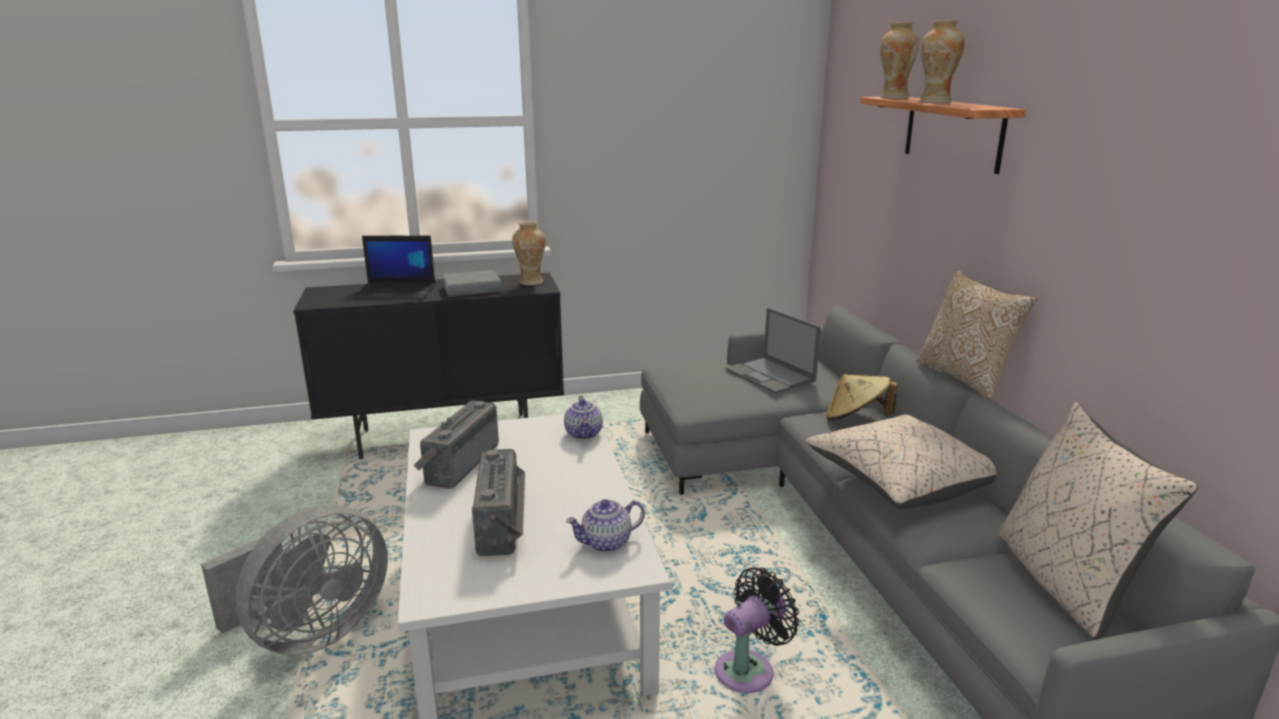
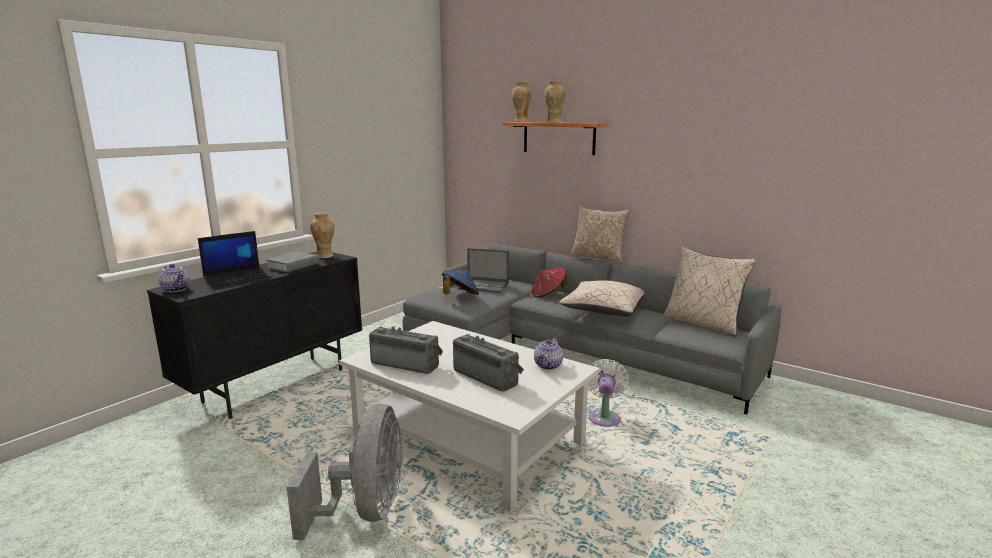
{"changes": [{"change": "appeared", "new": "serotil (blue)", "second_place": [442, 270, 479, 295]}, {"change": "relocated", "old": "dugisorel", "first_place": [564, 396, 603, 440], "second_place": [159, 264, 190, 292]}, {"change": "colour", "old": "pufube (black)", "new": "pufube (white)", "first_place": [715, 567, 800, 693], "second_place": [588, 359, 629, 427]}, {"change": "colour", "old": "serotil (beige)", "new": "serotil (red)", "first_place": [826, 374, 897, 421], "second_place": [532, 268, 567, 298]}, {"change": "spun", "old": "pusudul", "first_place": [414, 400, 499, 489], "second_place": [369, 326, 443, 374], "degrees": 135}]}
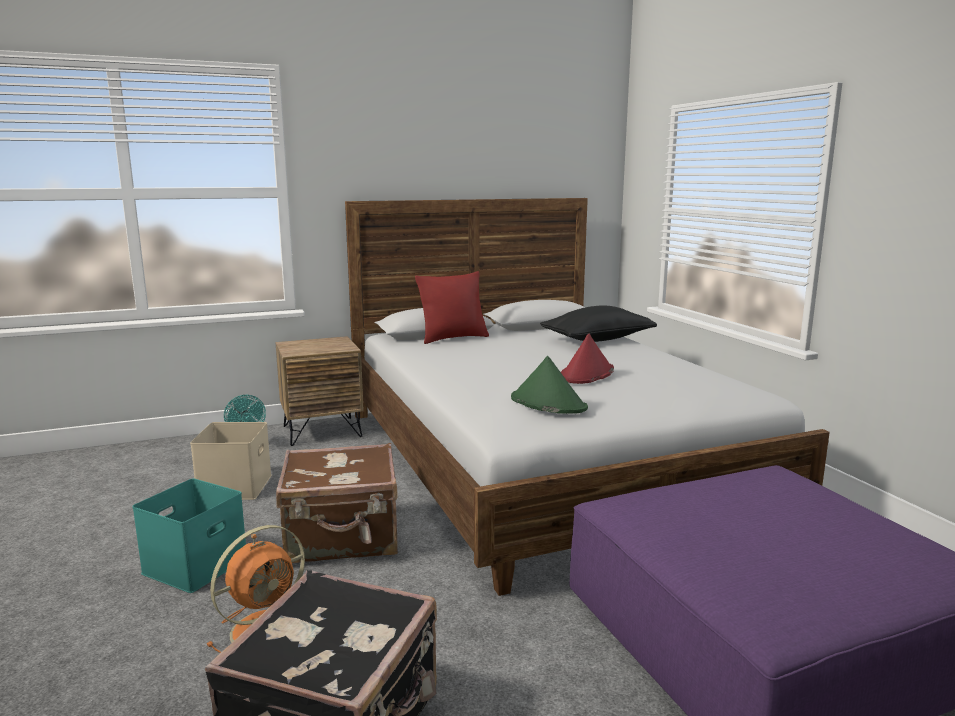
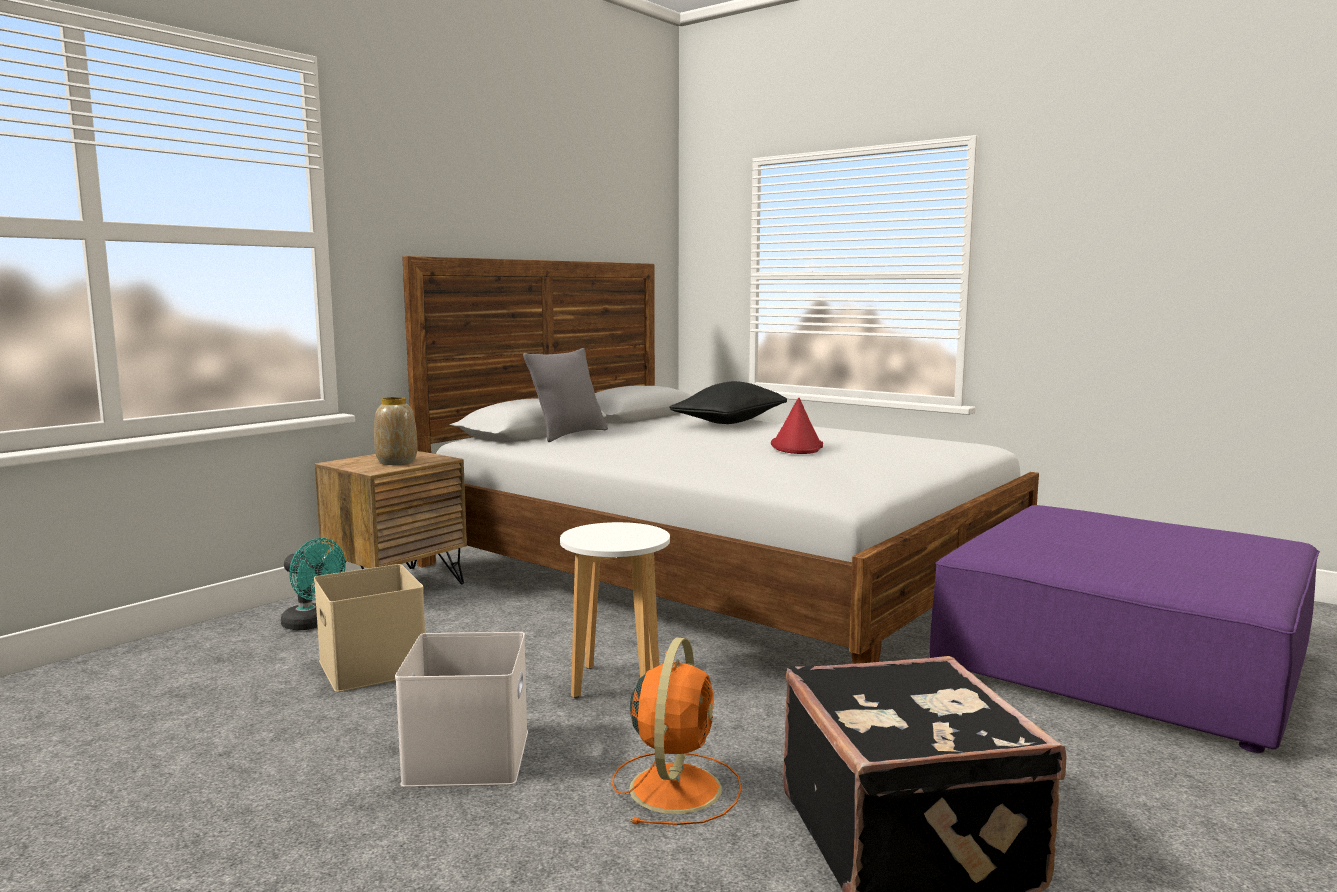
{"changes": [{"change": "missing", "old": "serotil (green)", "first_place": [511, 356, 588, 414]}, {"change": "appeared", "new": "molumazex", "second_place": [374, 397, 417, 465]}, {"change": "exchanged", "old": "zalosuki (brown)", "new": "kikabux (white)", "first_place": [276, 443, 398, 564], "second_place": [560, 522, 670, 698]}, {"change": "colour", "old": "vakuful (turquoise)", "new": "vakuful (white)", "first_place": [132, 478, 246, 593], "second_place": [395, 632, 528, 787]}, {"change": "colour", "old": "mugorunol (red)", "new": "mugorunol (grey)", "first_place": [415, 271, 489, 344], "second_place": [523, 348, 608, 442]}]}
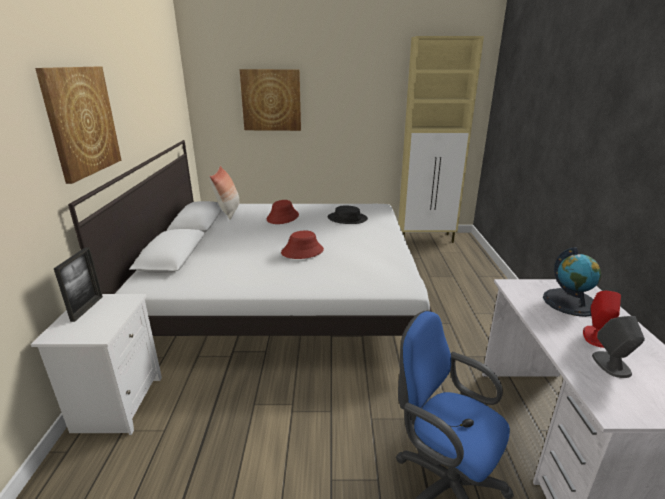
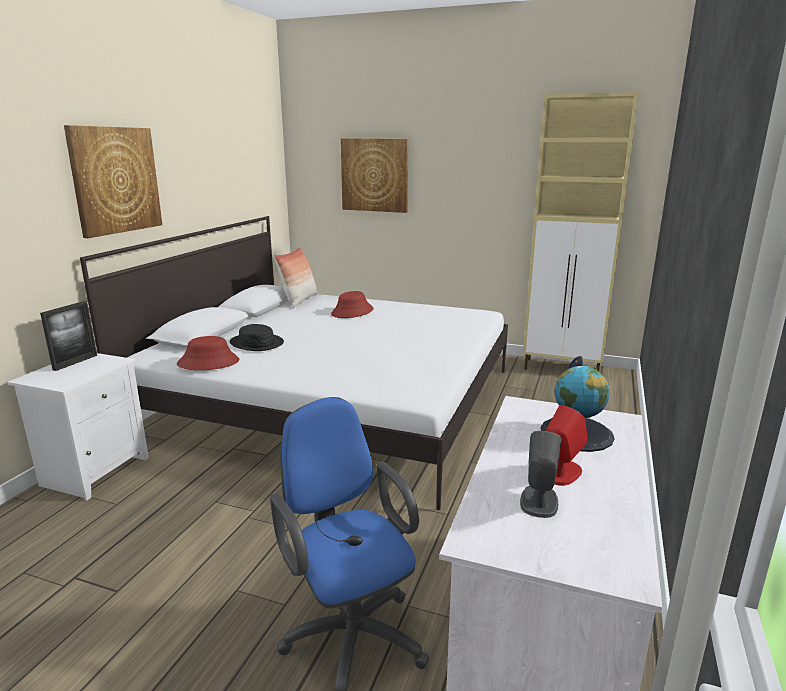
{"changes": [{"change": "relocated", "old": "serotil (red)", "first_place": [281, 231, 324, 259], "second_place": [177, 336, 240, 370]}, {"change": "relocated", "old": "serotil (black)", "first_place": [328, 205, 368, 224], "second_place": [230, 324, 284, 351]}]}
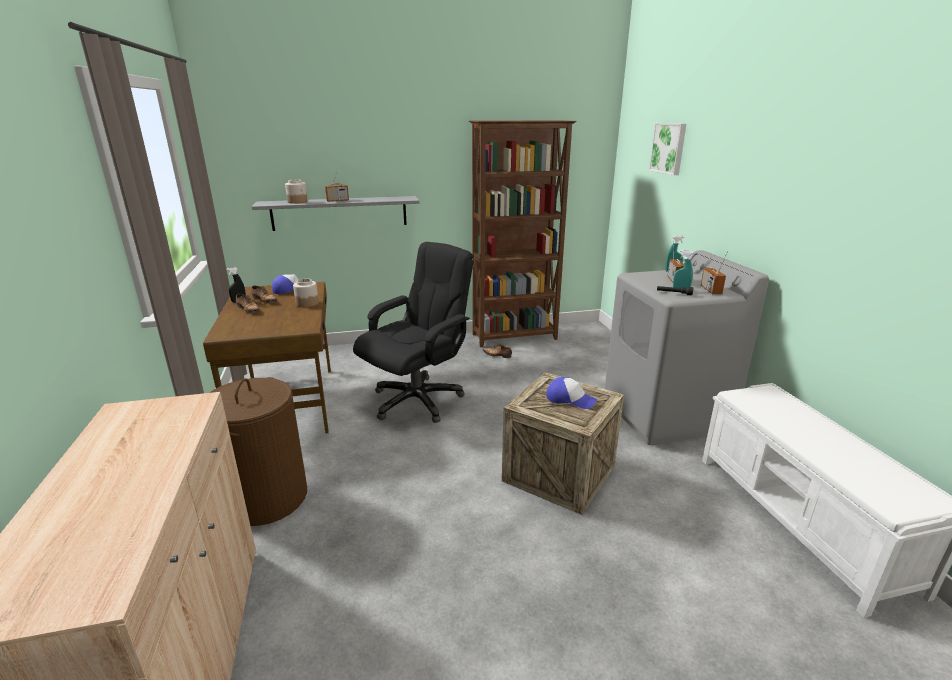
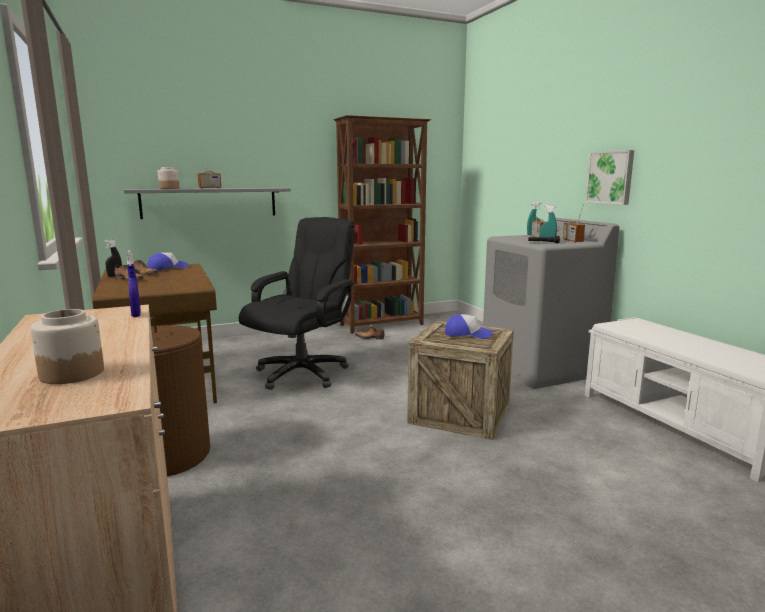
{"changes": [{"change": "appeared", "new": "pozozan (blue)", "second_place": [127, 250, 141, 317]}, {"change": "relocated", "old": "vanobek", "first_place": [293, 278, 319, 307], "second_place": [30, 309, 104, 384]}, {"change": "relocated", "old": "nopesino", "first_place": [649, 123, 686, 175], "second_place": [585, 150, 634, 205]}]}
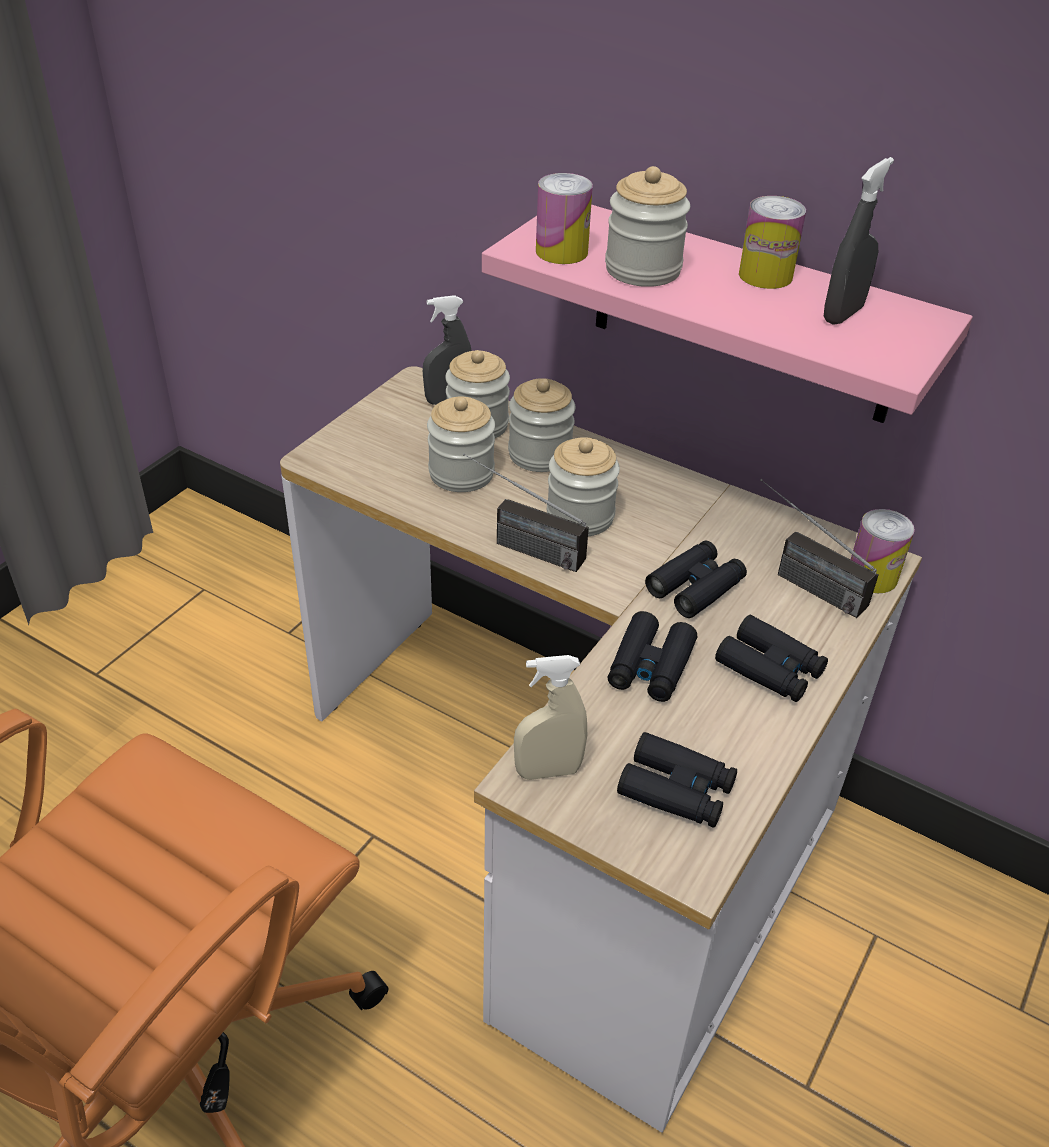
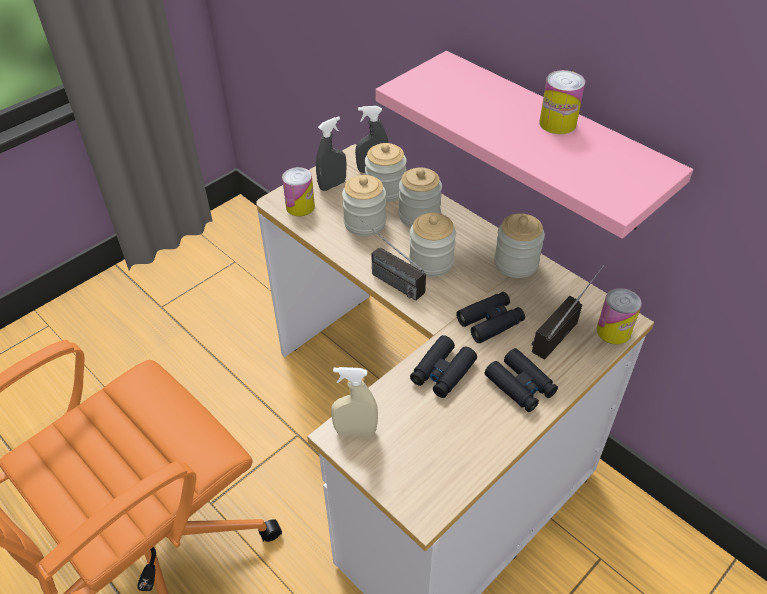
{"changes": [{"change": "missing", "old": "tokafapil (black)", "first_place": [617, 732, 737, 828]}, {"change": "relocated", "old": "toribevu", "first_place": [536, 173, 593, 264], "second_place": [282, 167, 315, 216]}, {"change": "relocated", "old": "vanobek", "first_place": [605, 166, 690, 287], "second_place": [494, 213, 545, 278]}, {"change": "relocated", "old": "pozozan (grey)", "first_place": [824, 157, 894, 325], "second_place": [316, 116, 347, 191]}, {"change": "spun", "old": "pusudul", "first_place": [760, 479, 878, 618], "second_place": [531, 266, 604, 359], "degrees": 75}]}
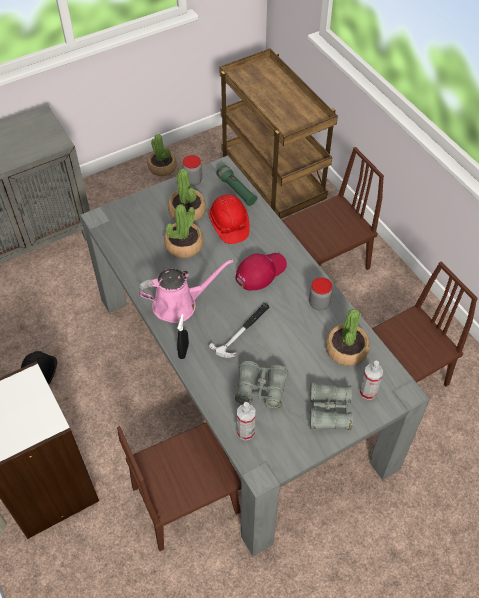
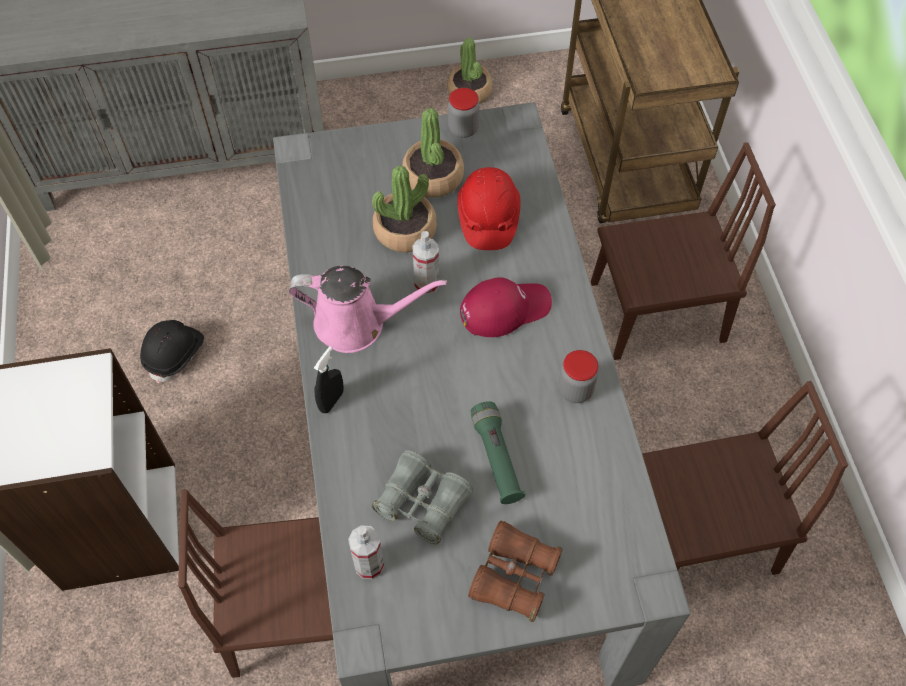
{"changes": [{"change": "missing", "old": "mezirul", "first_place": [209, 303, 269, 358]}, {"change": "missing", "old": "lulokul", "first_place": [325, 309, 370, 366]}, {"change": "relocated", "old": "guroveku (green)", "first_place": [216, 165, 257, 206], "second_place": [470, 401, 526, 504]}, {"change": "relocated", "old": "pozozan", "first_place": [359, 361, 383, 400], "second_place": [412, 231, 439, 295]}, {"change": "colour", "old": "tokafapil (grey)", "new": "tokafapil (brown)", "first_place": [310, 382, 353, 430], "second_place": [468, 521, 563, 622]}]}
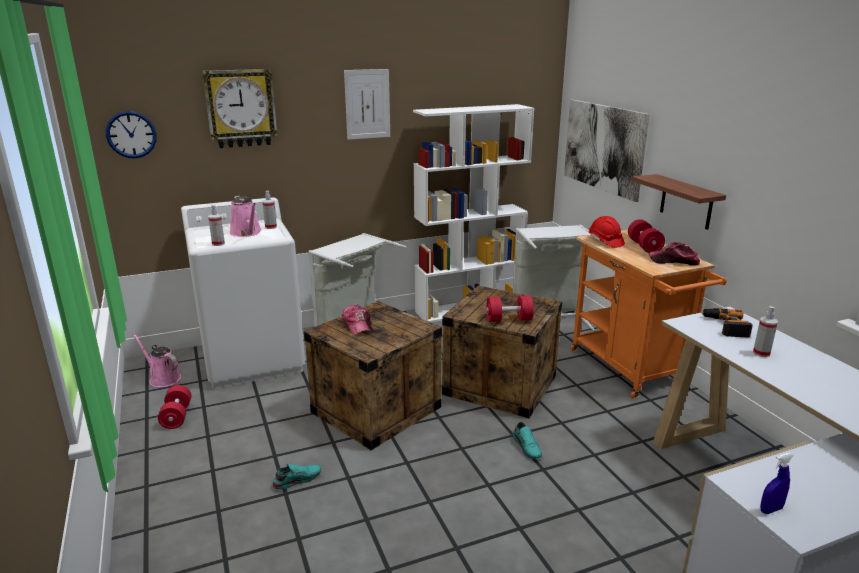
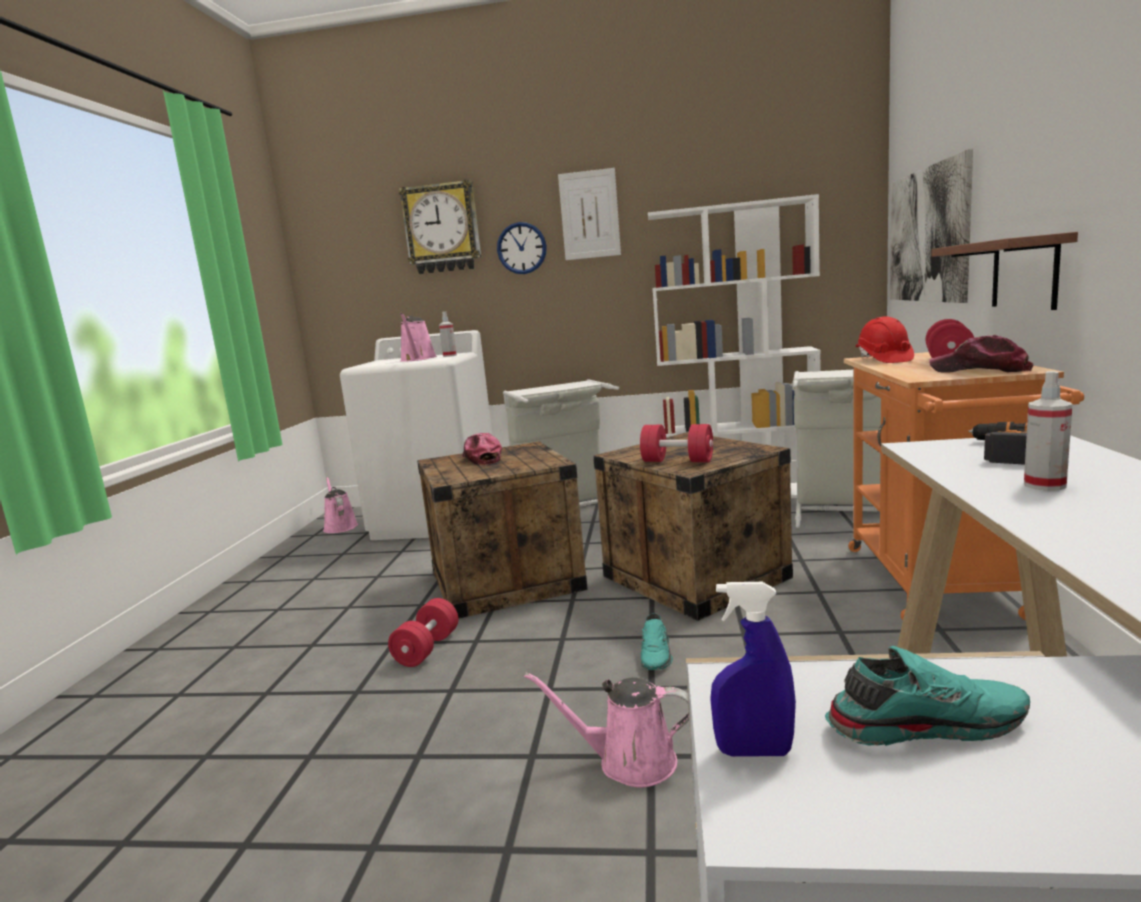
{"changes": [{"change": "missing", "old": "pozozan", "first_place": [208, 205, 225, 246]}, {"change": "appeared", "new": "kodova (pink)", "second_place": [524, 673, 689, 788]}, {"change": "relocated", "old": "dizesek", "first_place": [106, 111, 157, 158], "second_place": [497, 222, 547, 274]}, {"change": "relocated", "old": "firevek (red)", "first_place": [158, 385, 191, 429], "second_place": [388, 598, 458, 667]}, {"change": "relocated", "old": "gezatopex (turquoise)", "first_place": [272, 463, 321, 490], "second_place": [825, 646, 1030, 746]}, {"change": "spun", "old": "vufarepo", "first_place": [342, 304, 373, 335], "second_place": [462, 433, 502, 465], "degrees": 150}]}
